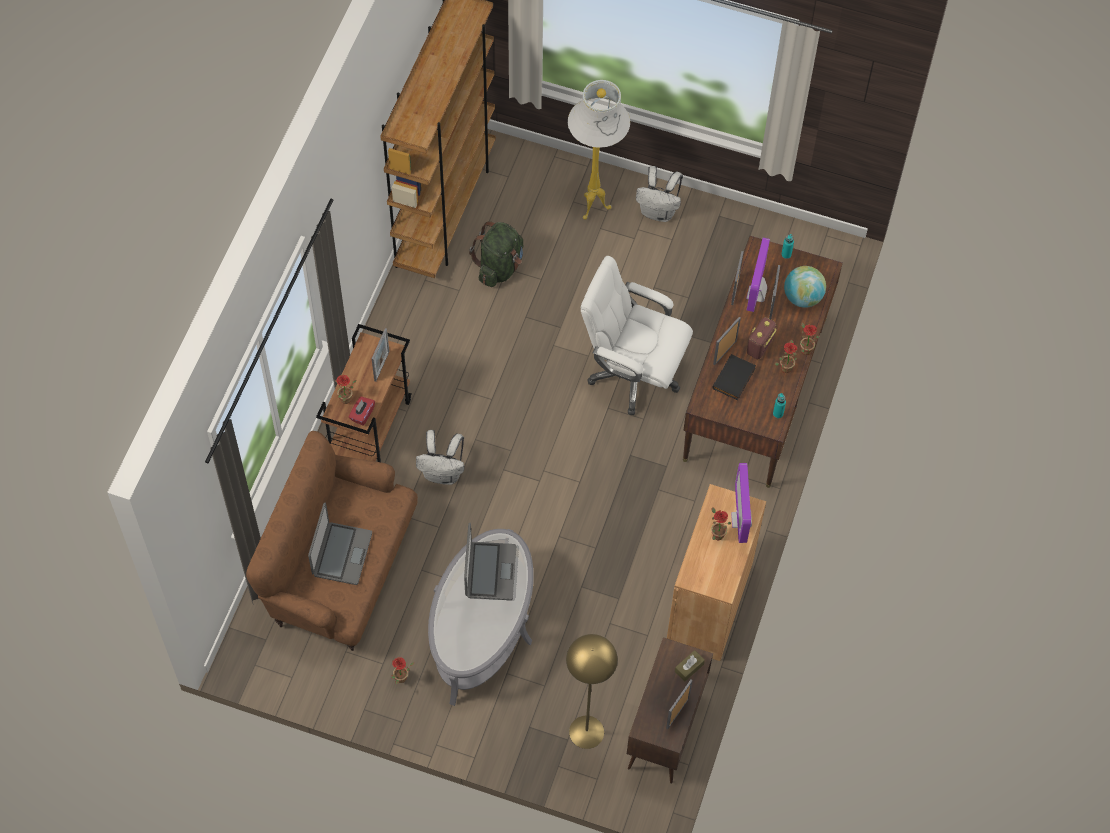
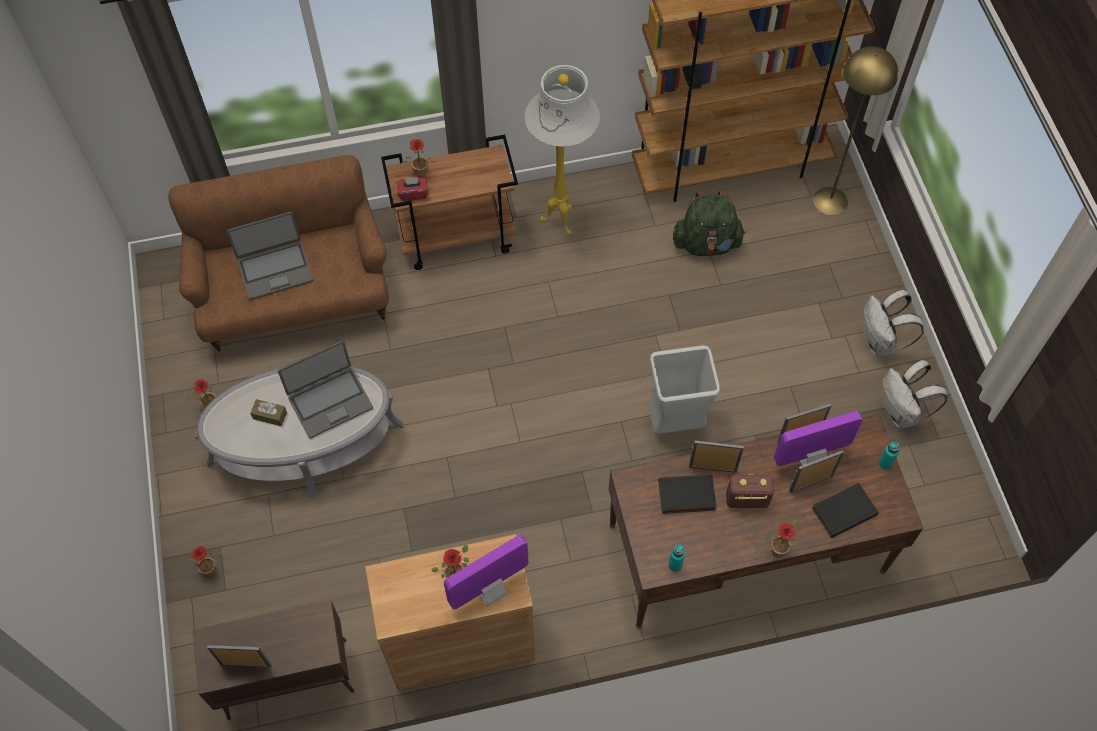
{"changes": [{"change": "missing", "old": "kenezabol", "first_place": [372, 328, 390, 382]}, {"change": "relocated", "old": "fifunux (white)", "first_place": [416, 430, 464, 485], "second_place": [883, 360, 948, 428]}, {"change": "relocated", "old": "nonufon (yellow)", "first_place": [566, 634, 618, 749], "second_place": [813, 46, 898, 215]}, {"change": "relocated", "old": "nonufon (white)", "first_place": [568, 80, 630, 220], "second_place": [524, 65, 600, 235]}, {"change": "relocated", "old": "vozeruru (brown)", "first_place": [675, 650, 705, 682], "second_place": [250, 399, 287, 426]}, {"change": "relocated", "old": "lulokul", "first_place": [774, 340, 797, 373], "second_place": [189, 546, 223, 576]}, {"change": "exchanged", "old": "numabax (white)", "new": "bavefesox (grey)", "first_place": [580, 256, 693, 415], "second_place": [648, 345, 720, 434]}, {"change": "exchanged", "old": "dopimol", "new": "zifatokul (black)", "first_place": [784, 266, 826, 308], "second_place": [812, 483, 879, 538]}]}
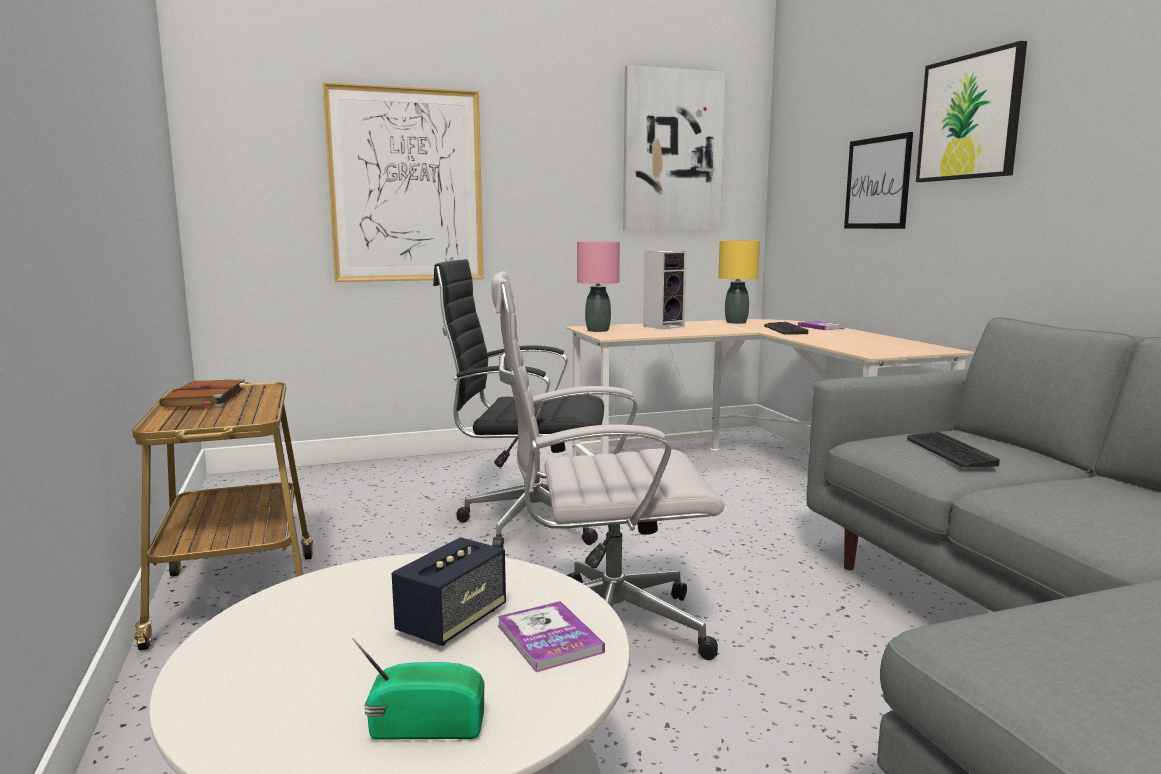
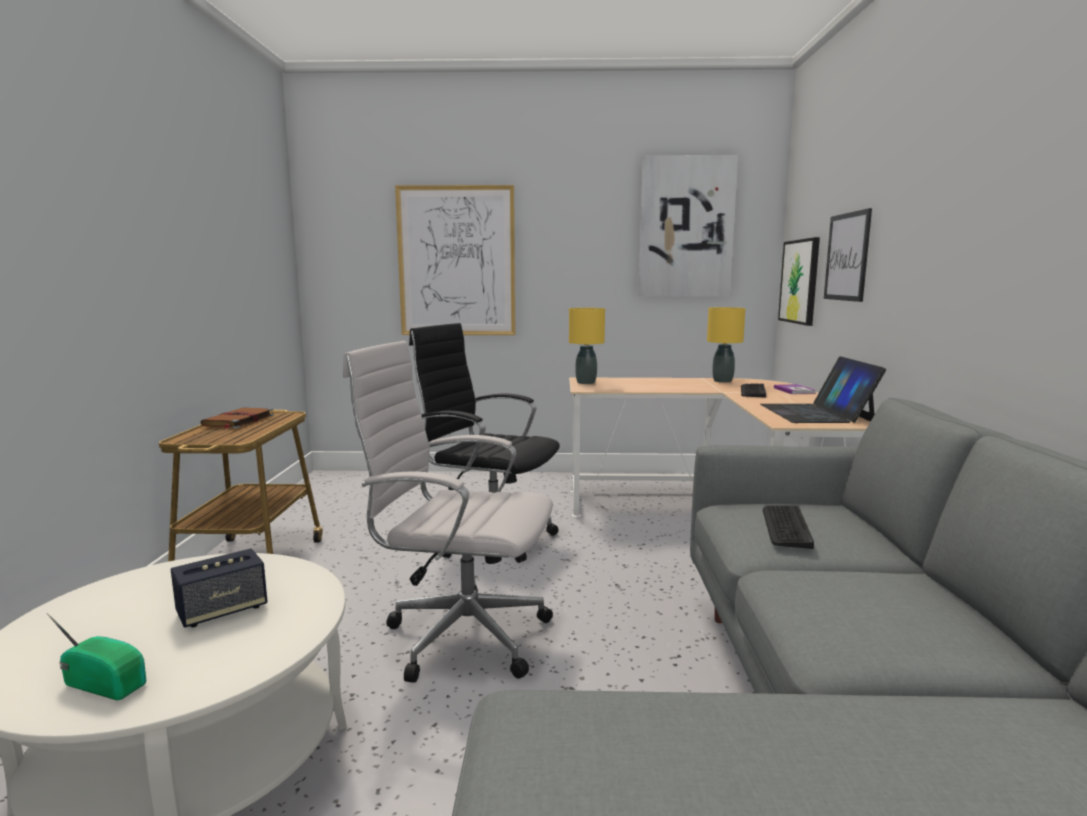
{"changes": [{"change": "missing", "old": "zifatokul", "first_place": [497, 601, 605, 672]}, {"change": "missing", "old": "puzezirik", "first_place": [643, 251, 687, 329]}, {"change": "appeared", "new": "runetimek", "second_place": [760, 356, 886, 423]}, {"change": "relocated", "old": "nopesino", "first_place": [916, 41, 1027, 182], "second_place": [778, 237, 820, 326]}, {"change": "colour", "old": "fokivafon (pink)", "new": "fokivafon (yellow)", "first_place": [577, 241, 620, 332], "second_place": [569, 308, 605, 384]}]}
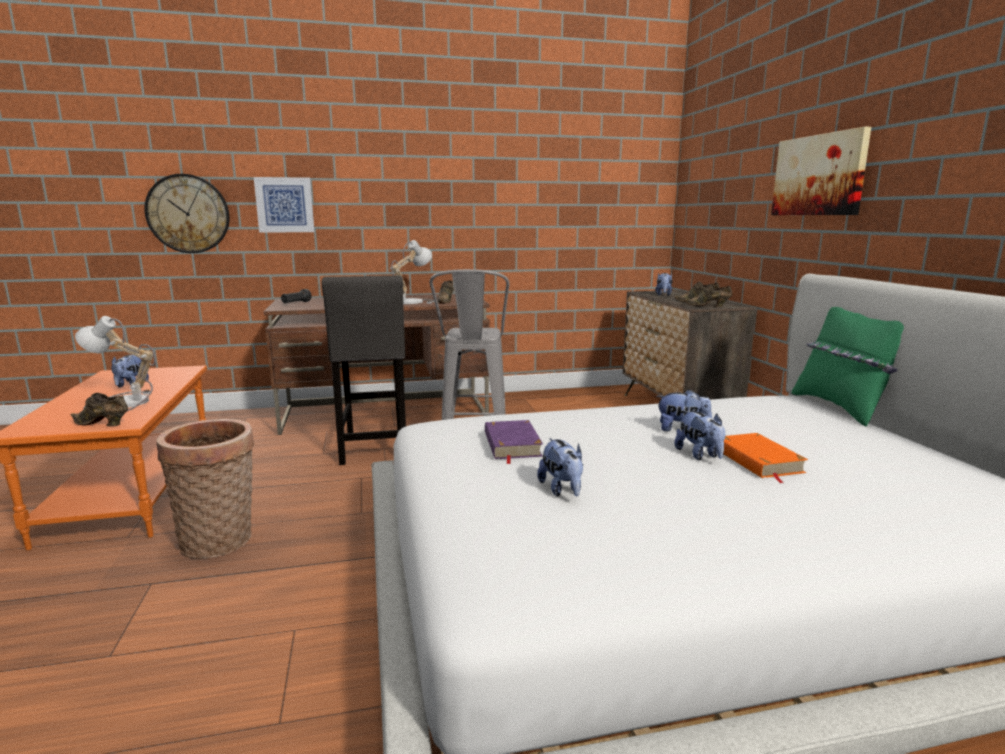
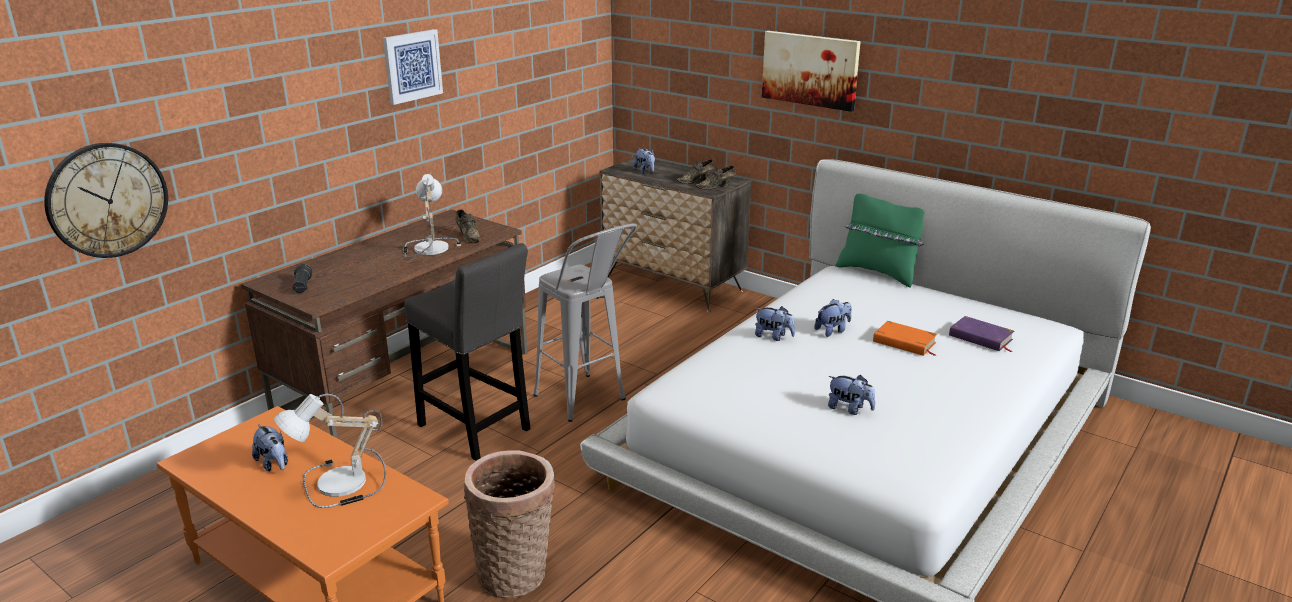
{"changes": [{"change": "missing", "old": "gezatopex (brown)", "first_place": [70, 393, 128, 427]}, {"change": "relocated", "old": "nopesino", "first_place": [254, 177, 315, 233], "second_place": [383, 29, 443, 105]}, {"change": "relocated", "old": "zifatokul (purple)", "first_place": [485, 420, 543, 464], "second_place": [949, 316, 1014, 352]}, {"change": "relocated", "old": "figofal", "first_place": [675, 411, 725, 460], "second_place": [755, 306, 795, 341]}]}
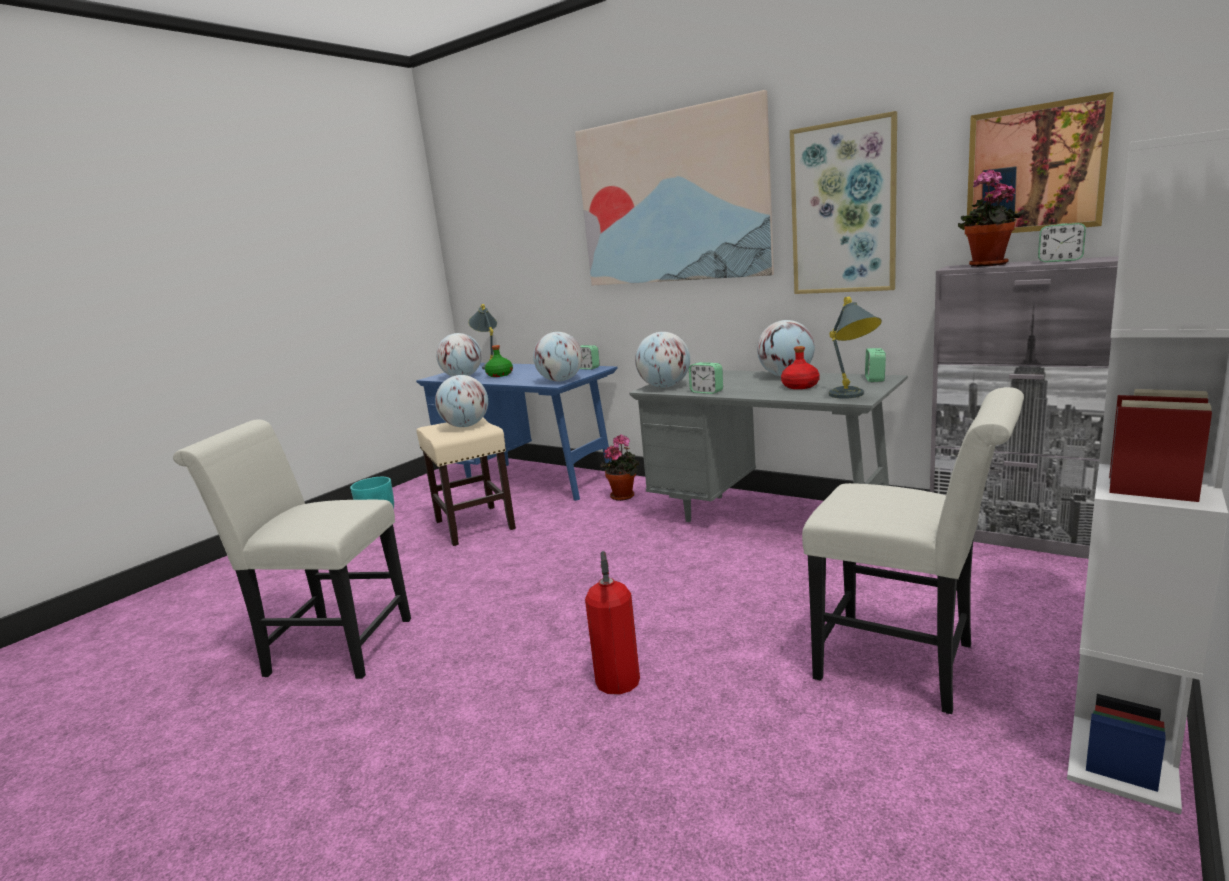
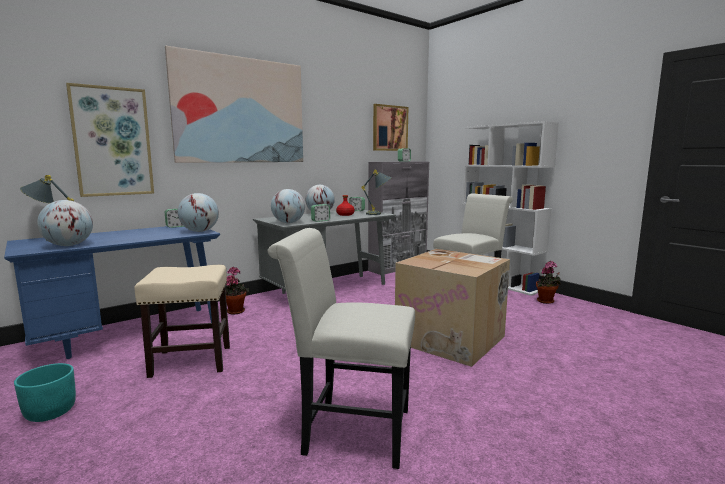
{"changes": [{"change": "missing", "old": "dopimol", "first_place": [435, 375, 488, 427]}, {"change": "missing", "old": "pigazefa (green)", "first_place": [485, 345, 513, 377]}, {"change": "relocated", "old": "nopesino", "first_place": [790, 111, 897, 294], "second_place": [66, 83, 154, 197]}, {"change": "relocated", "old": "lulokul", "first_place": [958, 169, 1024, 267], "second_place": [536, 261, 561, 304]}, {"change": "exchanged", "old": "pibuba", "new": "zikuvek", "first_place": [585, 551, 640, 695], "second_place": [395, 249, 510, 367]}, {"change": "spun", "old": "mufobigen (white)", "first_place": [173, 419, 411, 679], "second_place": [268, 228, 415, 469], "degrees": 75}]}
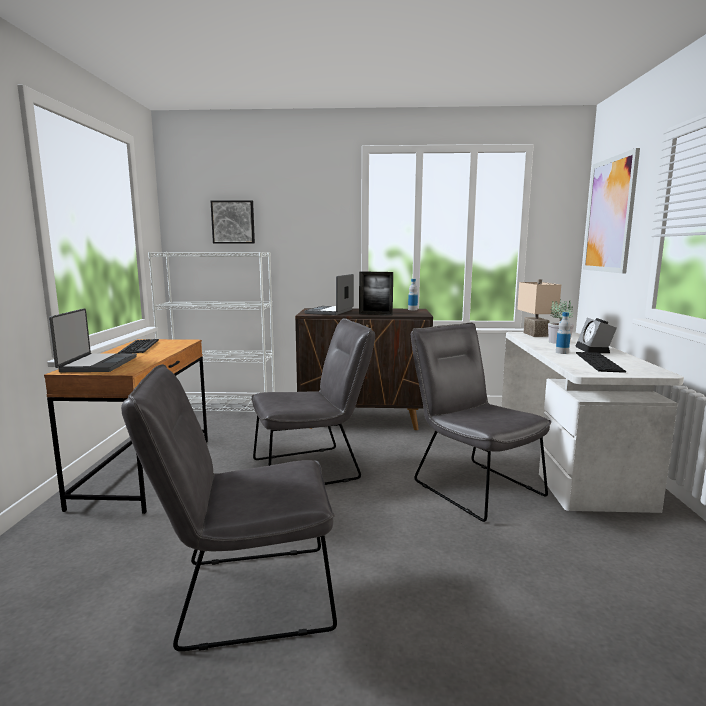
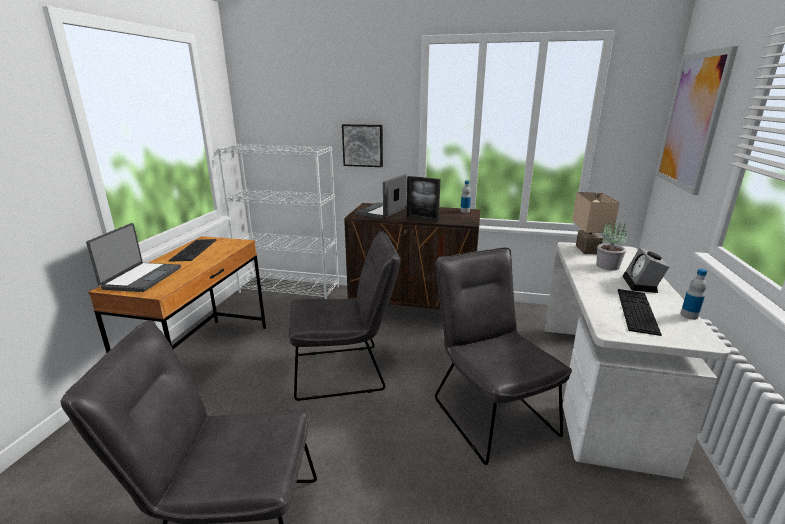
{"changes": [{"change": "relocated", "old": "nopesino", "first_place": [211, 200, 255, 244], "second_place": [342, 124, 383, 167]}, {"change": "relocated", "old": "pigazefa", "first_place": [556, 312, 571, 354], "second_place": [680, 269, 707, 320]}]}
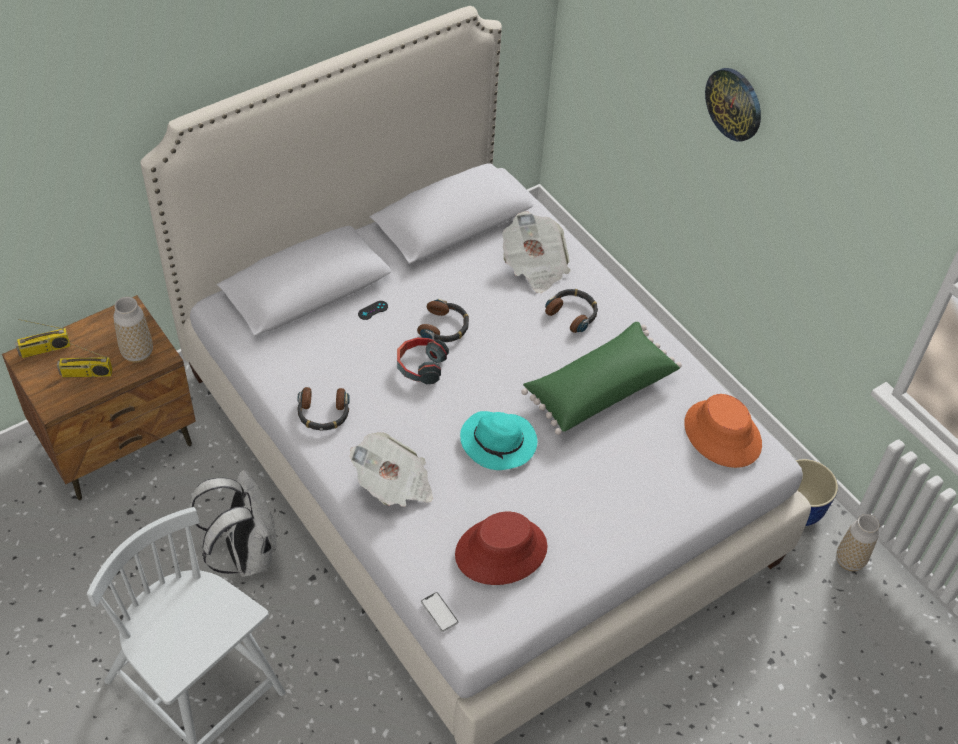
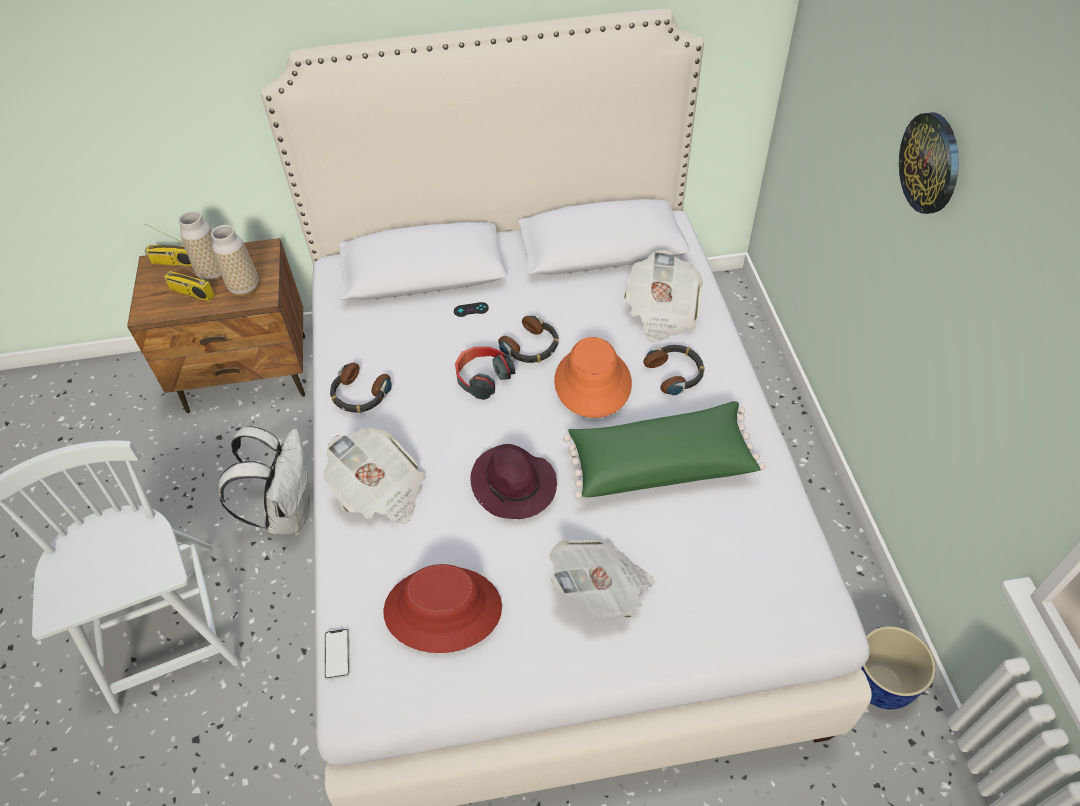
{"changes": [{"change": "appeared", "new": "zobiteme", "second_place": [549, 540, 655, 618]}, {"change": "relocated", "old": "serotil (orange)", "first_place": [684, 394, 762, 468], "second_place": [554, 337, 632, 418]}, {"change": "relocated", "old": "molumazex", "first_place": [836, 514, 880, 571], "second_place": [178, 211, 222, 282]}, {"change": "colour", "old": "serotil (turquoise)", "new": "serotil (purple)", "first_place": [460, 411, 537, 470], "second_place": [471, 444, 557, 519]}]}
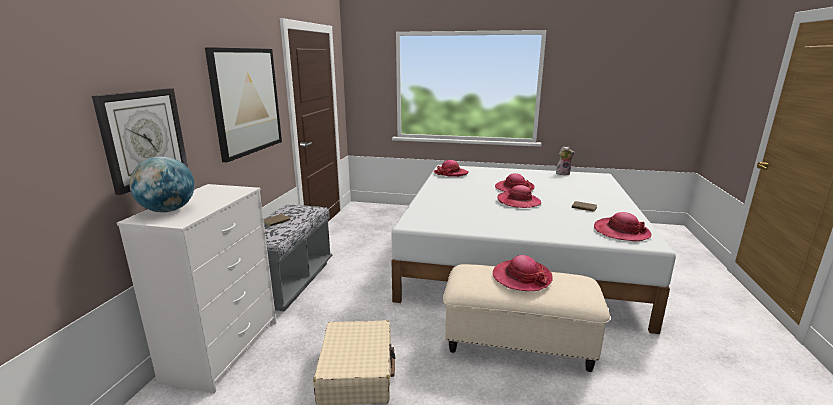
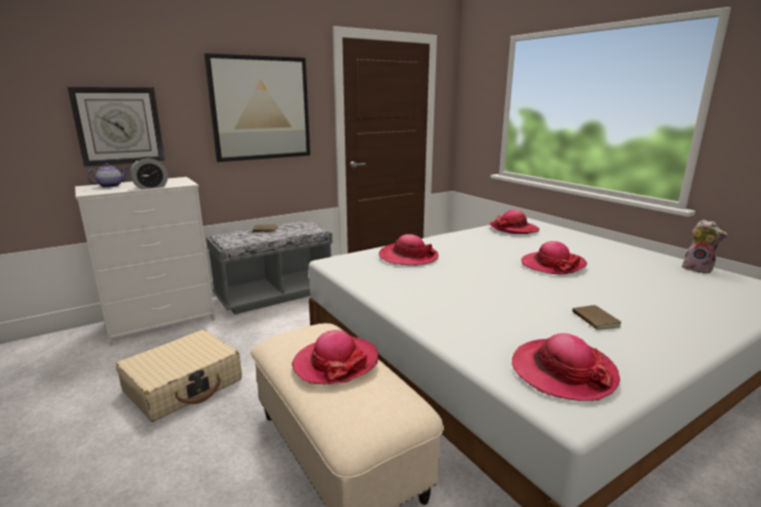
{"changes": [{"change": "appeared", "new": "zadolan", "second_place": [130, 157, 168, 189]}, {"change": "relocated", "old": "serotil", "first_place": [497, 185, 541, 208], "second_place": [379, 234, 439, 266]}, {"change": "exchanged", "old": "dopimol", "new": "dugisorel", "first_place": [129, 157, 195, 213], "second_place": [87, 163, 128, 187]}]}
